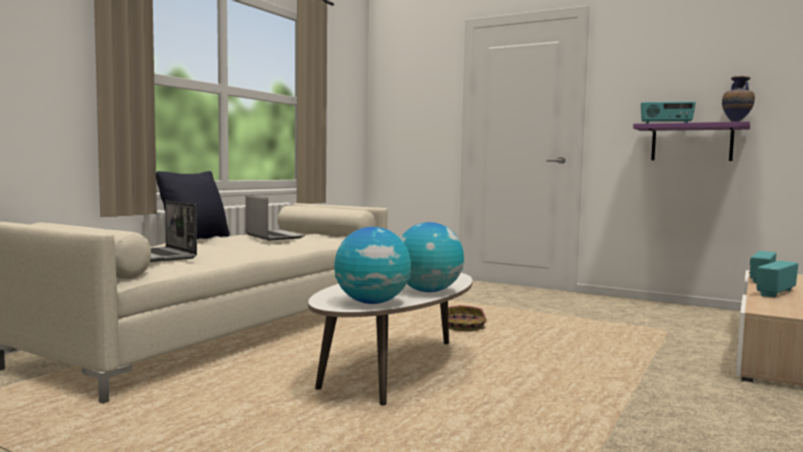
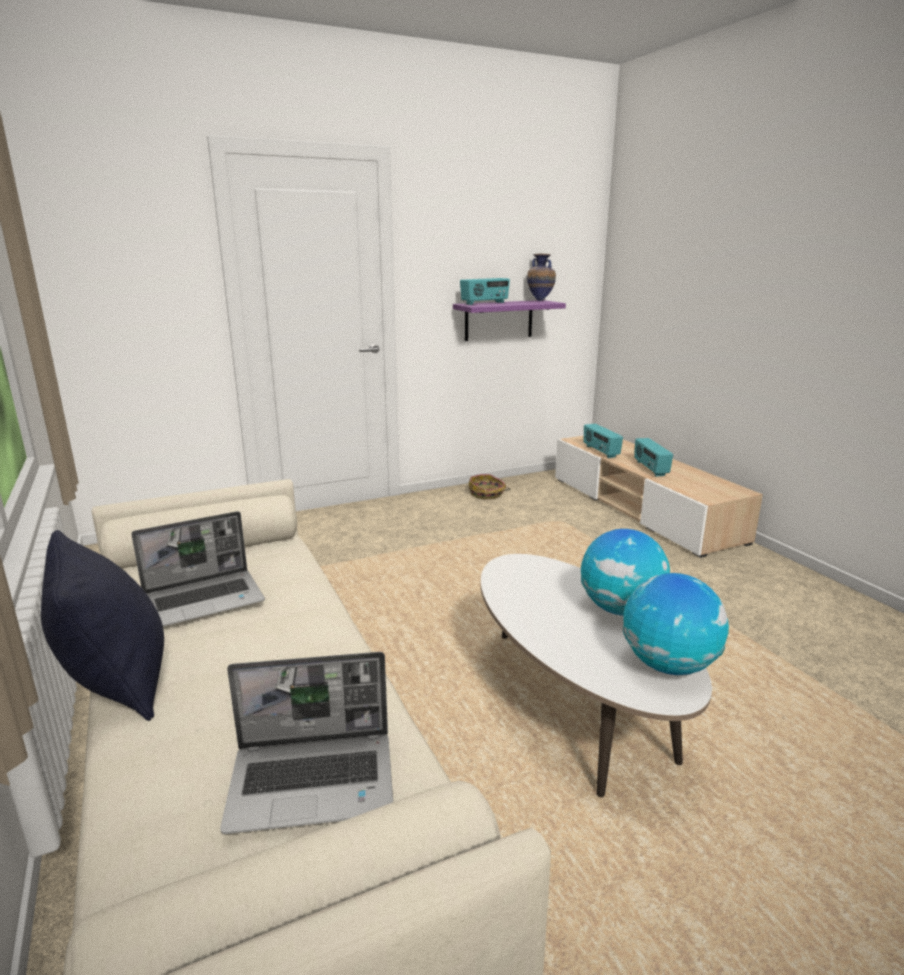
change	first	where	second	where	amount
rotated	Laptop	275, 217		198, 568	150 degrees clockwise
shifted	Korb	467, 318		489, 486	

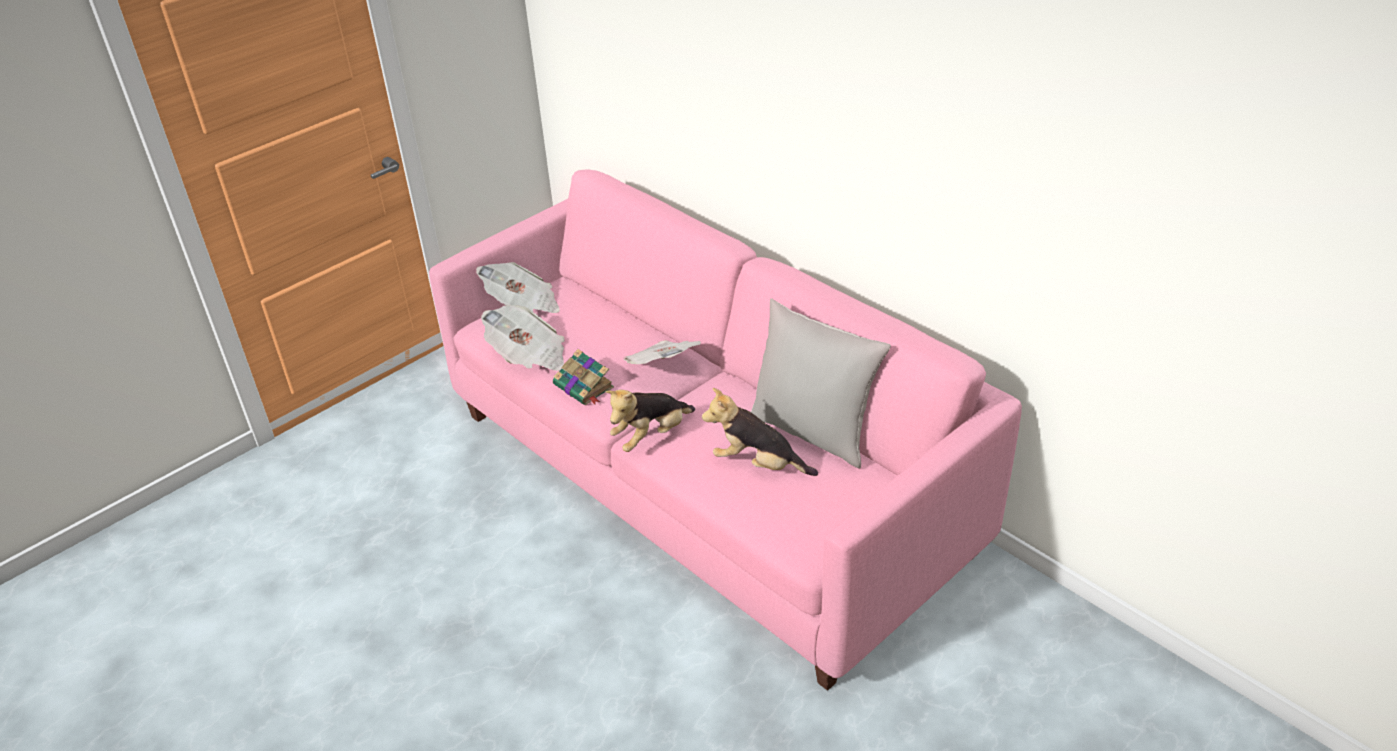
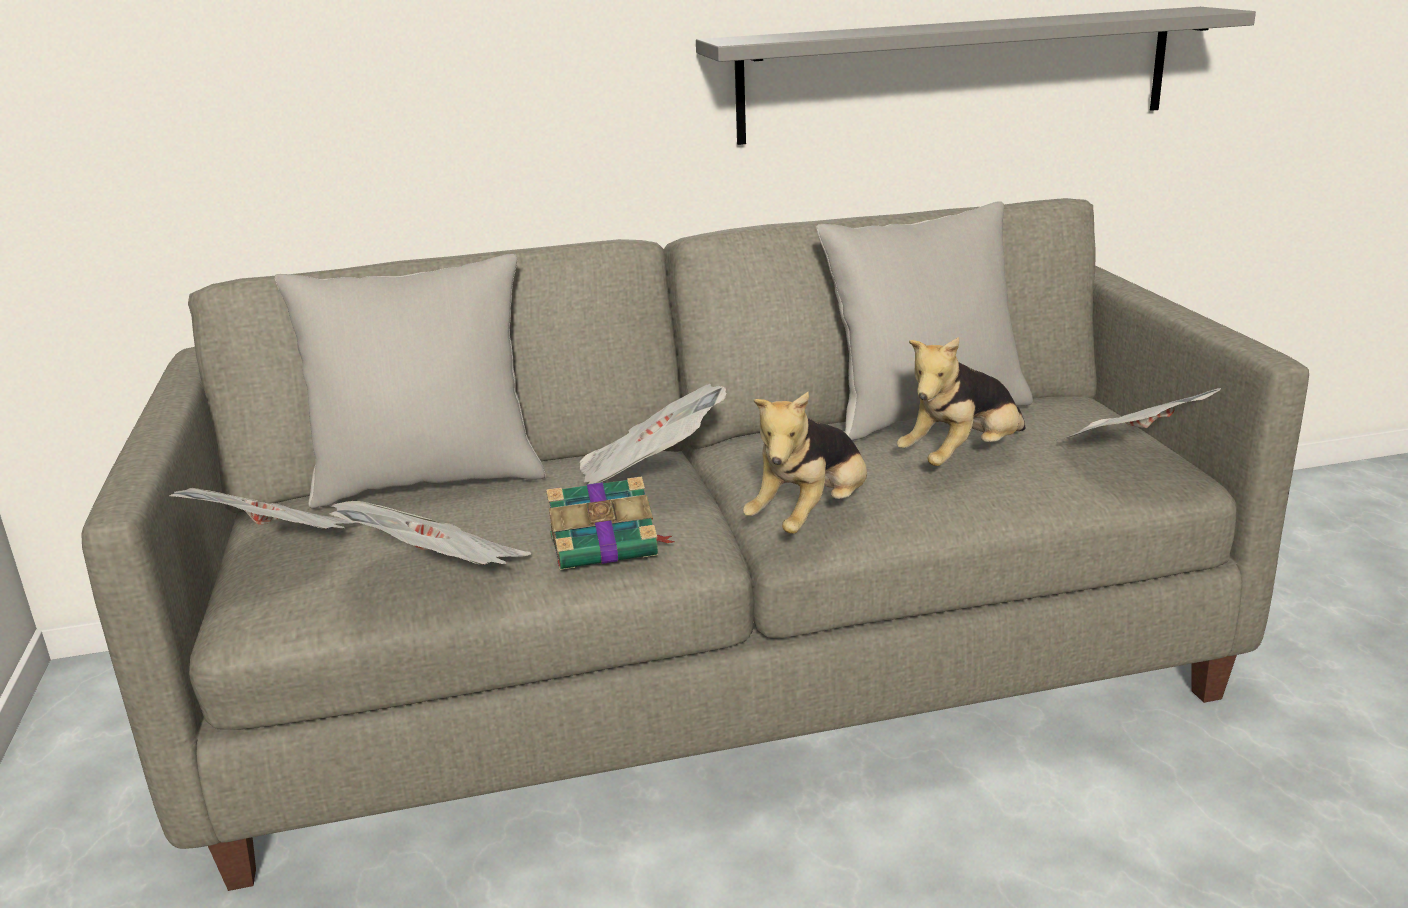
change	first	where	second	where	amount
repainted	Sofa/rosa	725, 430	Sofa/grau	695, 544	
new			Kissen/grau	410, 381	
new			Wandregal/grau	976, 76	
rotated	Plüschtier	650, 421		805, 463	45 degrees clockwise
new			Zeitung	1141, 413	

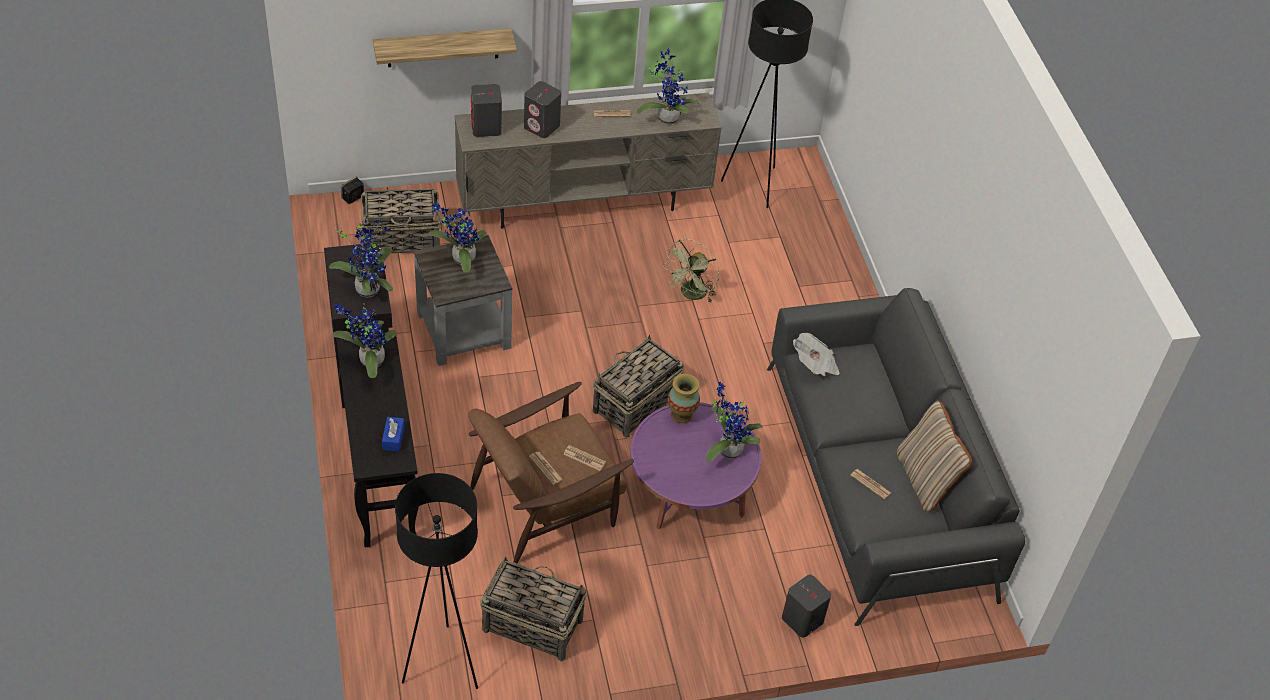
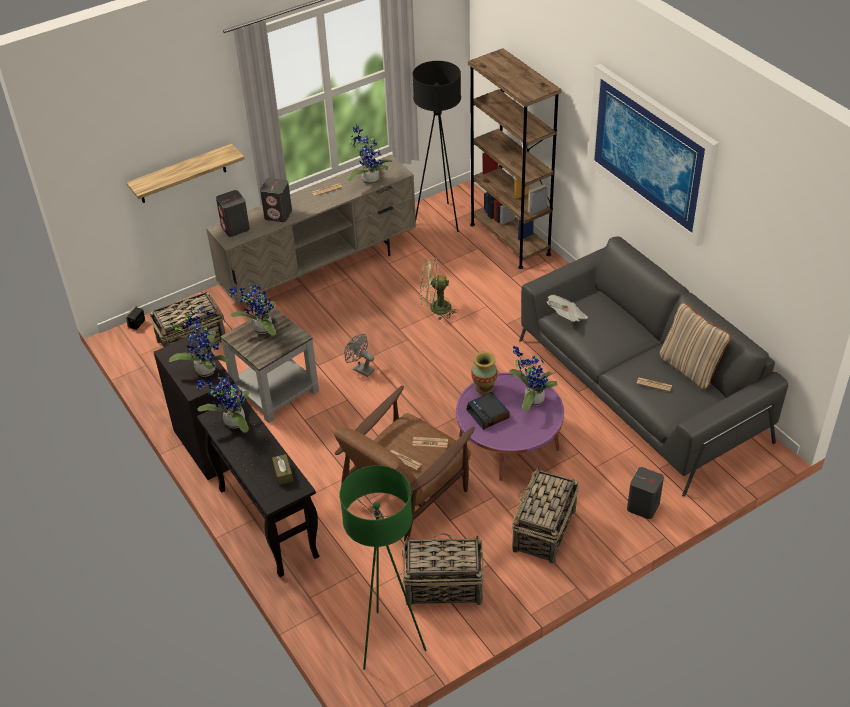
change	first	where	second	where	amount
repainted	Taschentuchbox/blau	393, 434	Taschentuchbox/braun	282, 469	
repainted	Stehlampe/schwarz	436, 581	Stehlampe/grün	383, 567	
new			Ventilator/grau	359, 355	
rotated	Ventilator/grün	691, 271		439, 289	75 degrees clockwise
new			Wecker	488, 411	
new			Bücherregal/braun	515, 158	
shifted	Korb	638, 386		545, 515	
new			Bild	653, 155	

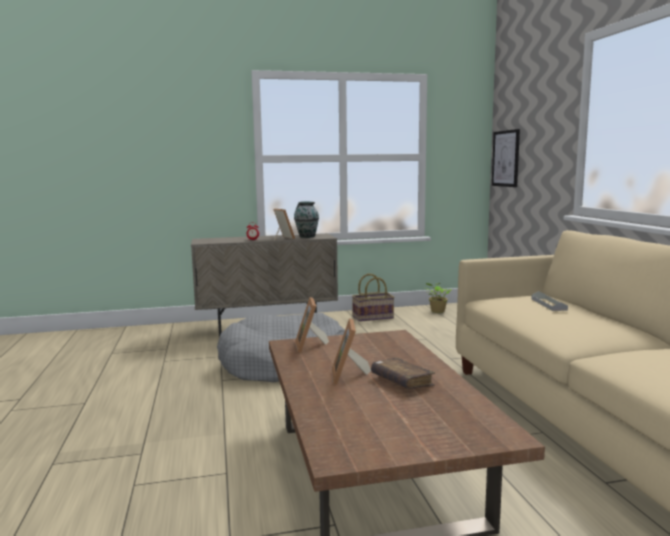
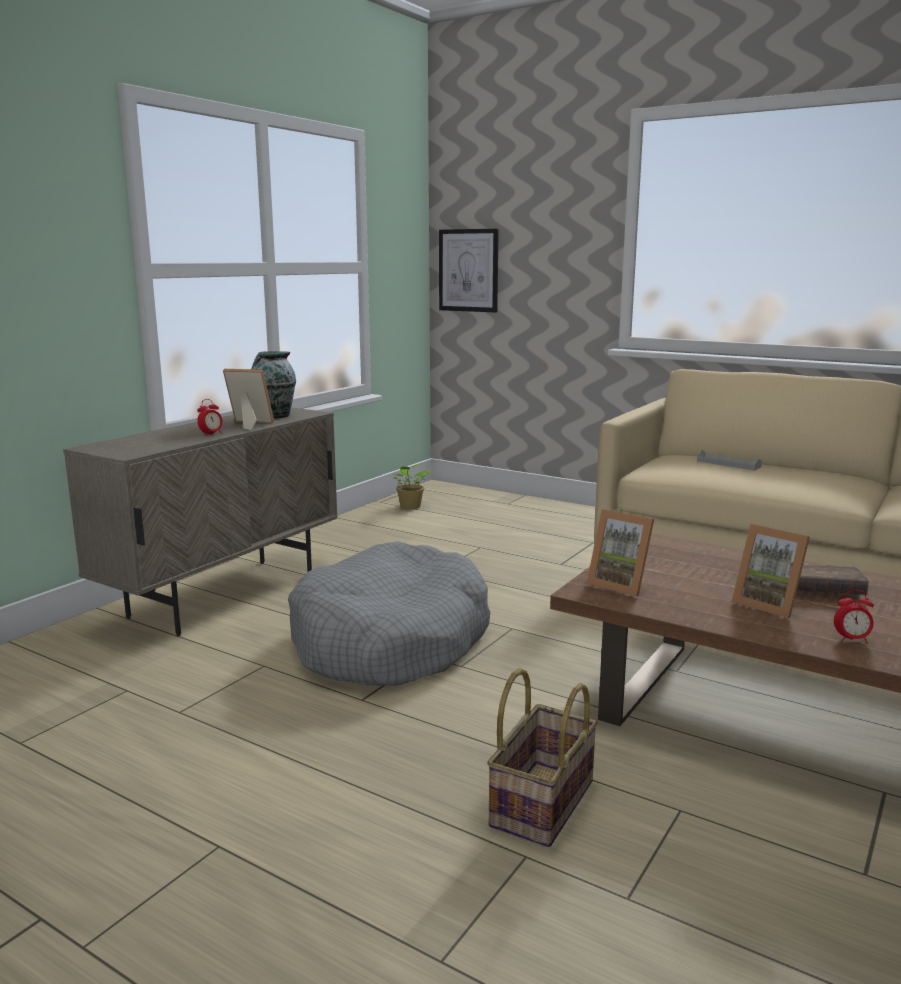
change	first	where	second	where	amount
shifted	Korb	373, 298		542, 757	
new			Wecker	854, 617	

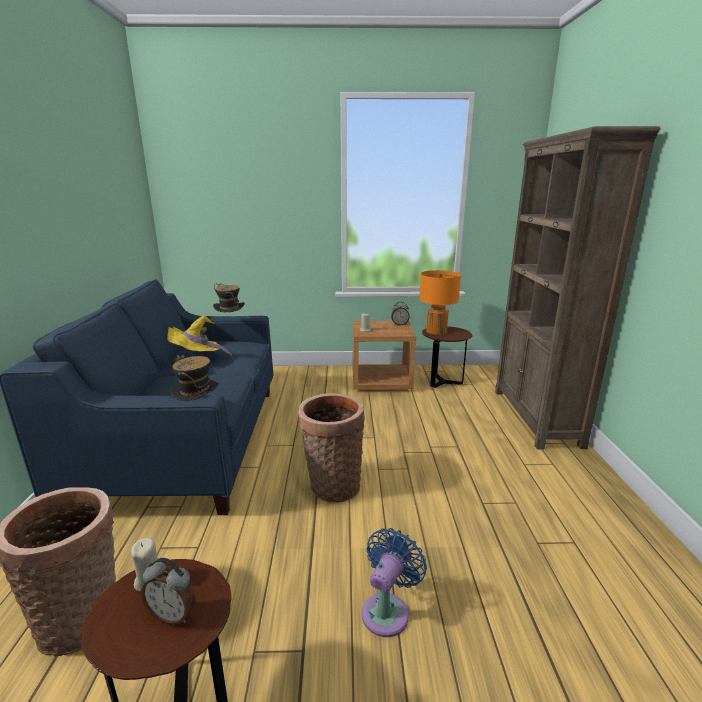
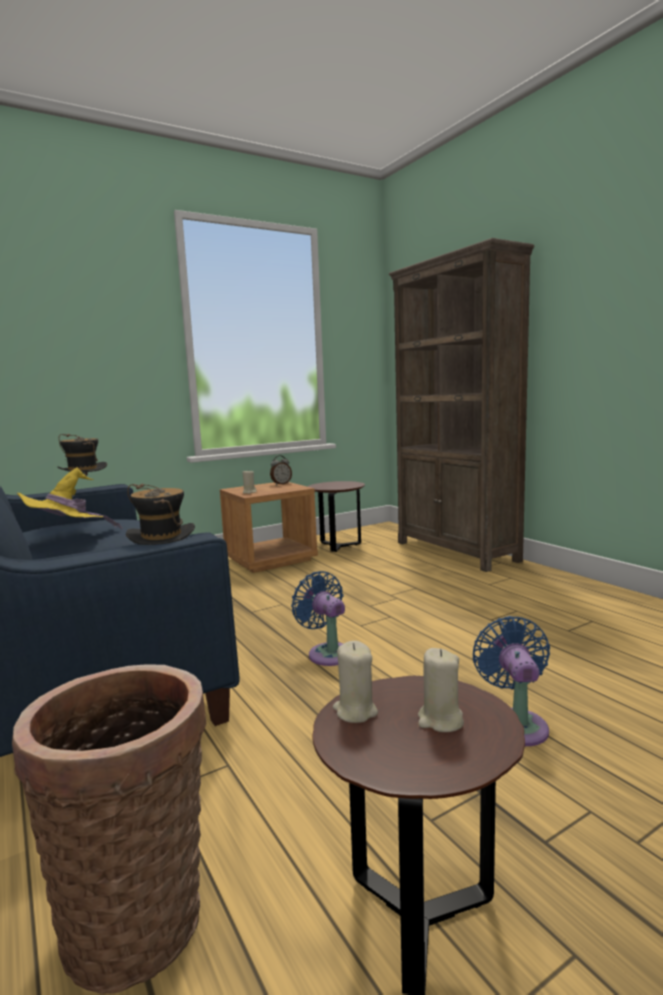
change	first	where	second	where	amount
swapped	Korb	331, 447	Ventilator/blau	318, 618	
swapped	Wecker	168, 591	Kerze/beige	441, 690	
gone	Tischlampe/orange	440, 302			

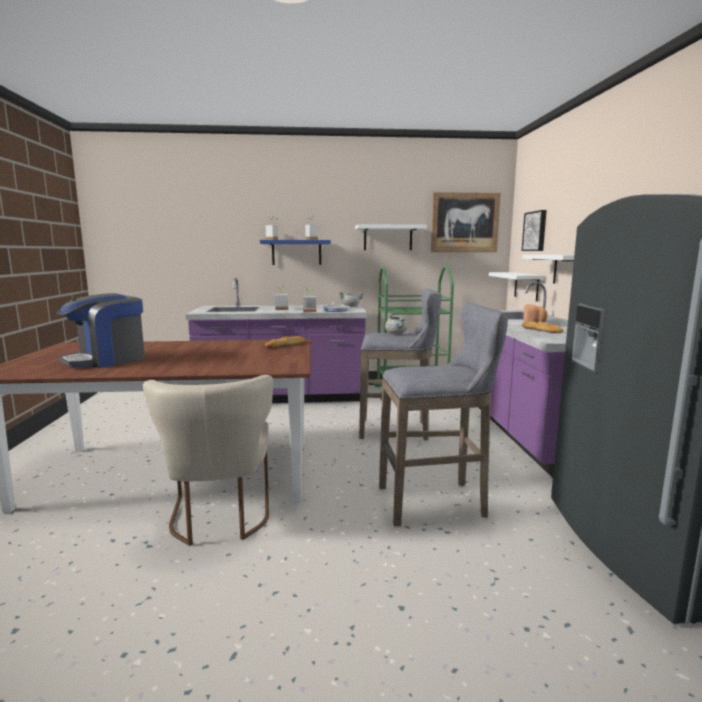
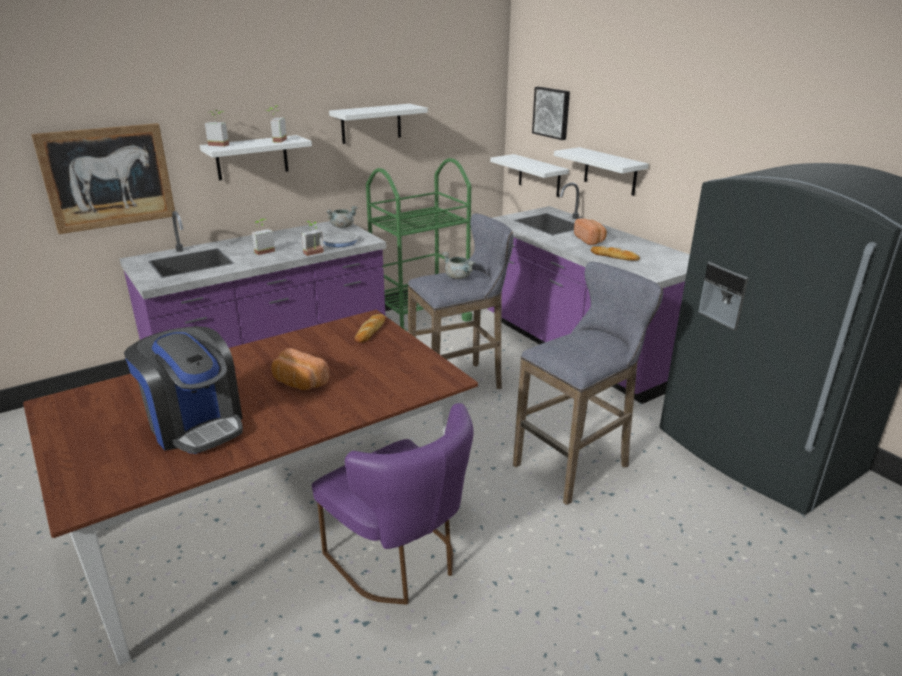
change	first	where	second	where	amount
shifted	Bild	466, 222		103, 178	
rotated	Kaffeemaschine	100, 330		183, 390	60 degrees counterclockwise
repainted	Wandregal/blau	295, 252	Wandregal/weiß	256, 157	
new			Brot	300, 369	
repainted	Stuhl/beige	208, 460	Stuhl/lila	392, 504	

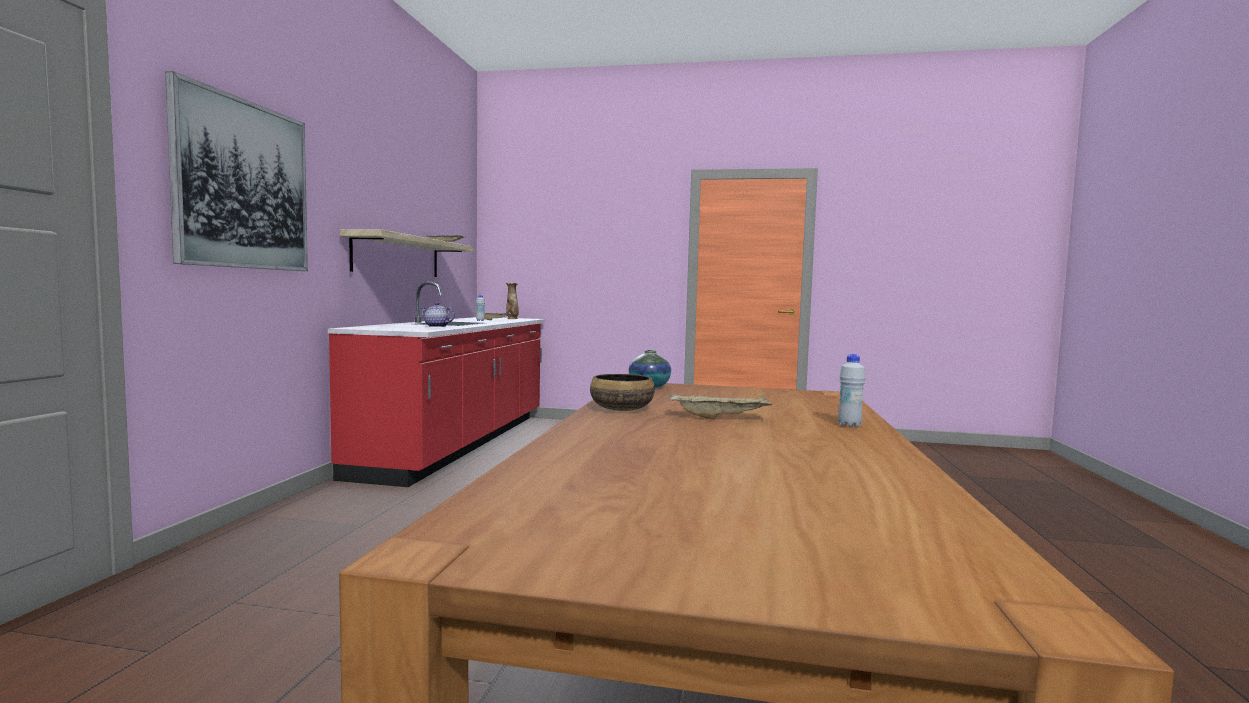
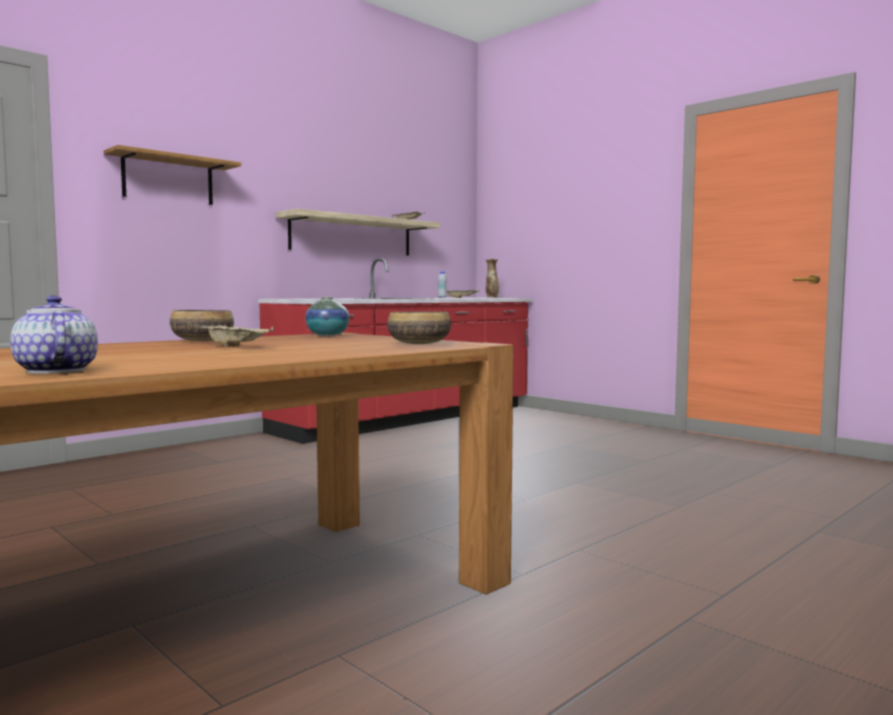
change	first	where	second	where	amount
shifted	Teekanne	437, 315		54, 335	
swapped	Bild	236, 171	Wandregal	172, 175	
new			Schüssel	419, 327	
gone	Flasche/weiß	851, 390			

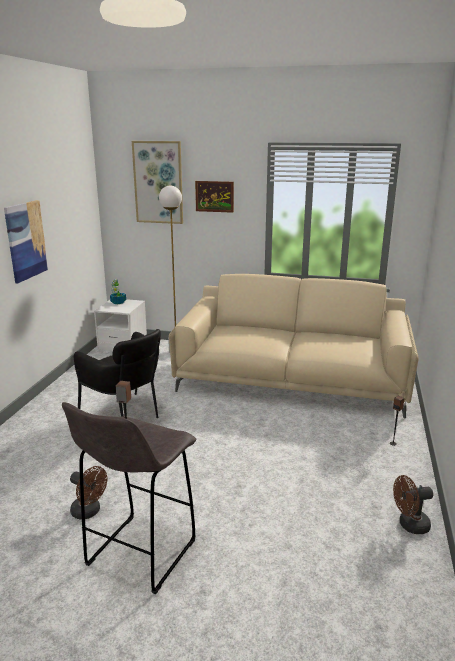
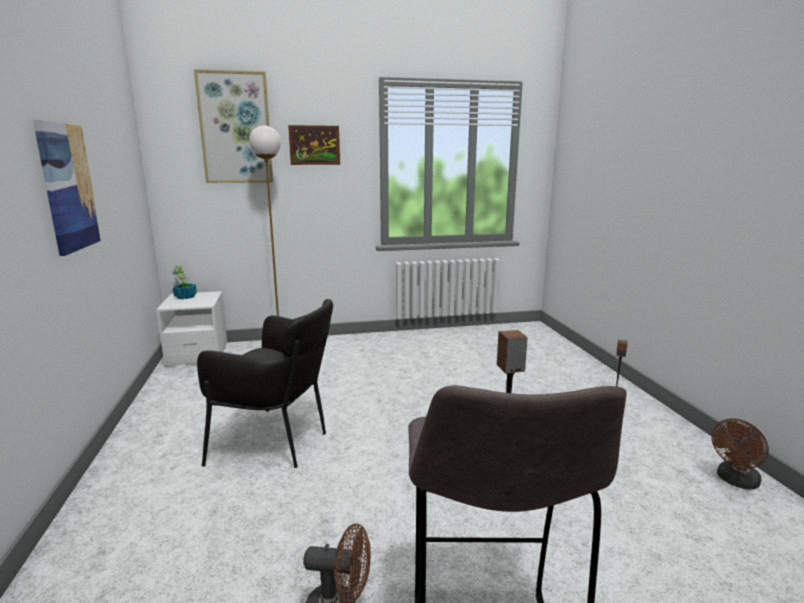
change	first	where	second	where	amount
gone	Sofa/beige	294, 346			

